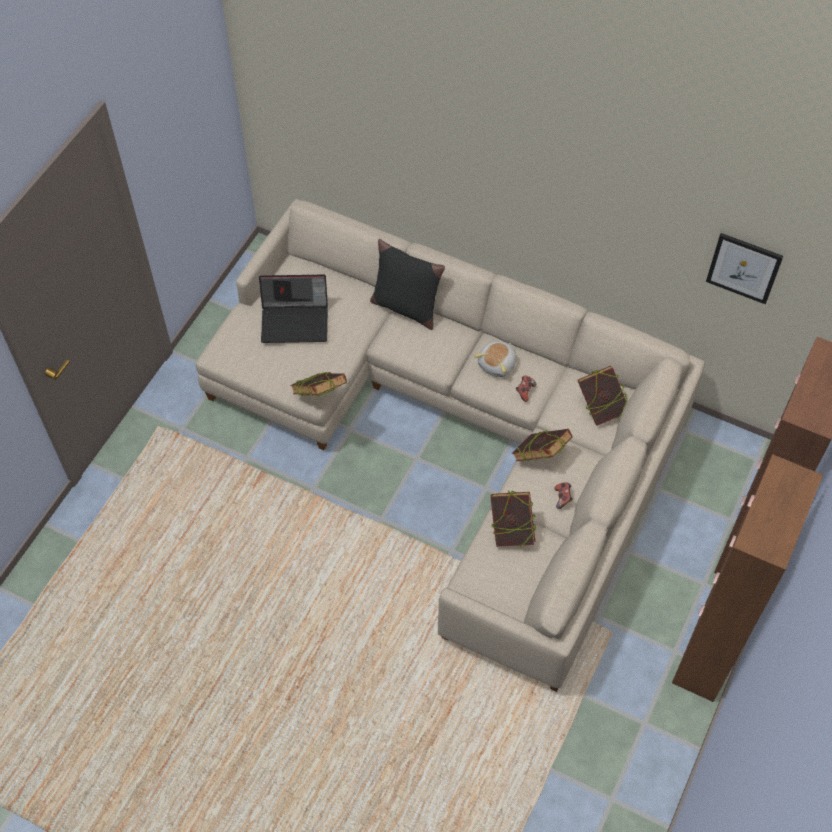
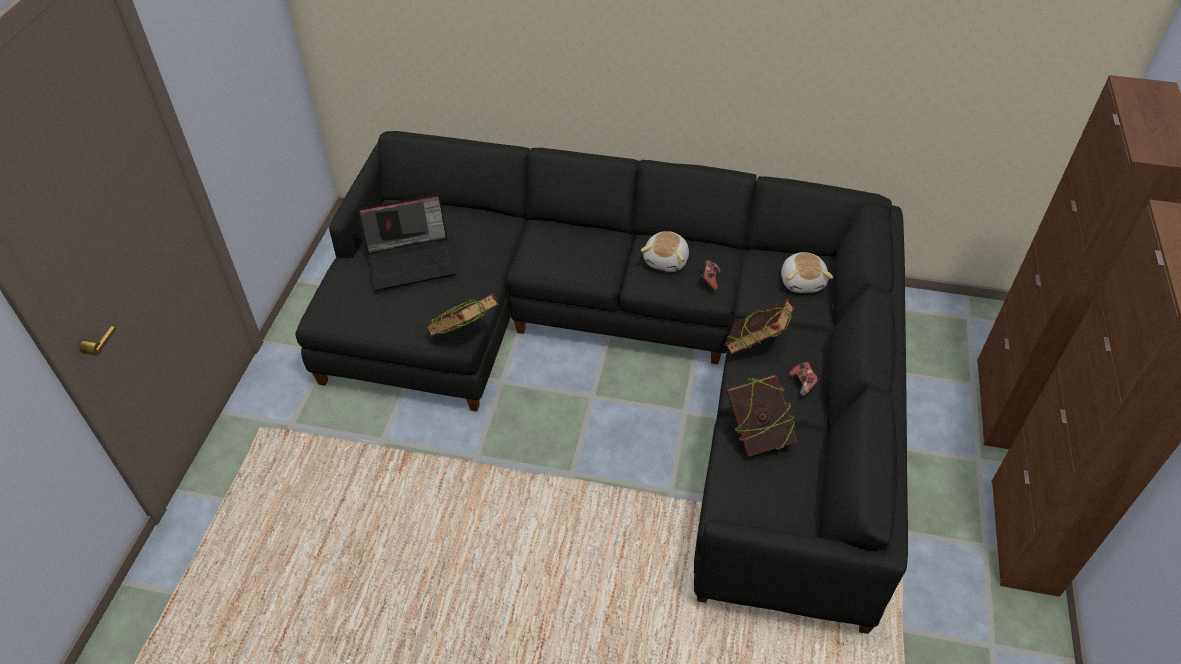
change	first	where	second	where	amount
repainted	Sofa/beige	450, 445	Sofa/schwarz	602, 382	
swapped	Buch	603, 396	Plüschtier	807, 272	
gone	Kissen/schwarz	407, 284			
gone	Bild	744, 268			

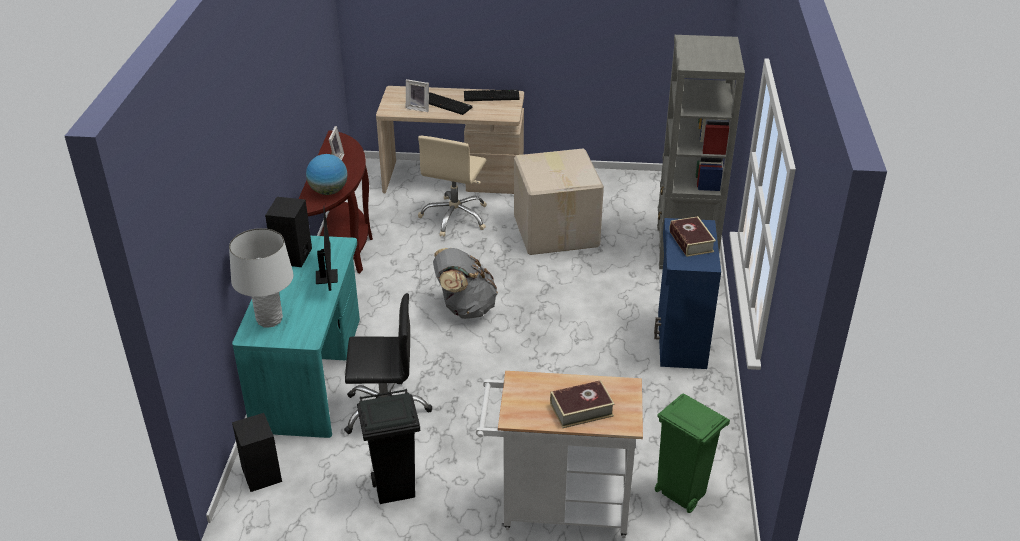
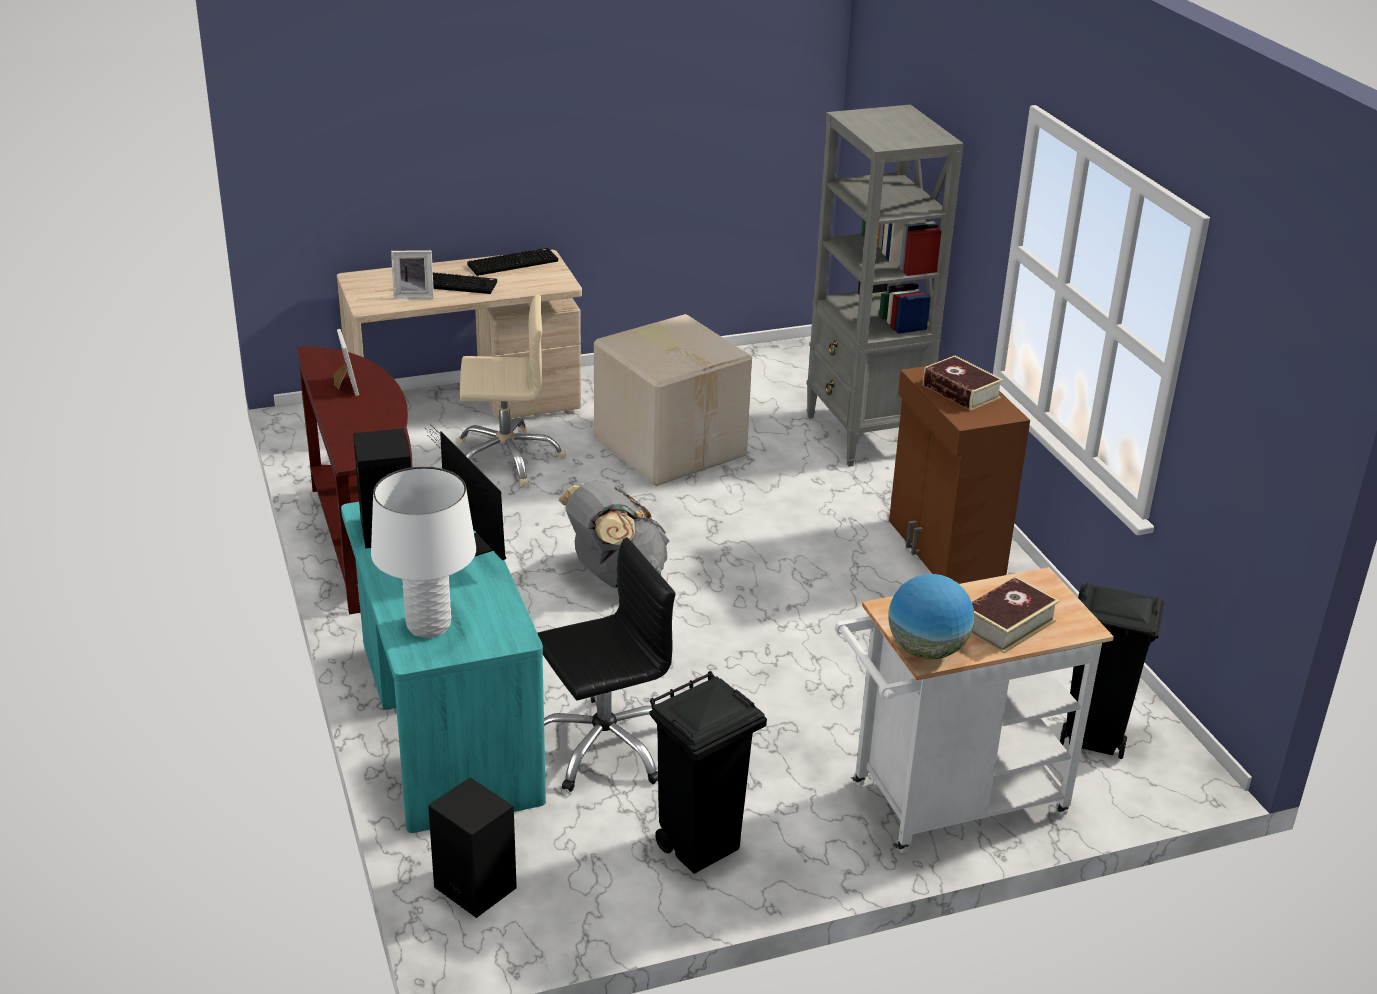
change	first	where	second	where	amount
rotated	Bürostuhl/beige	452, 186		511, 390	90 degrees counterclockwise
shifted	Globus	327, 174		931, 616	
repainted	Schrank/blau	687, 293	Schrank/braun	959, 472	
repainted	Mülleimer/grün	692, 453	Mülleimer/schwarz	1112, 671	

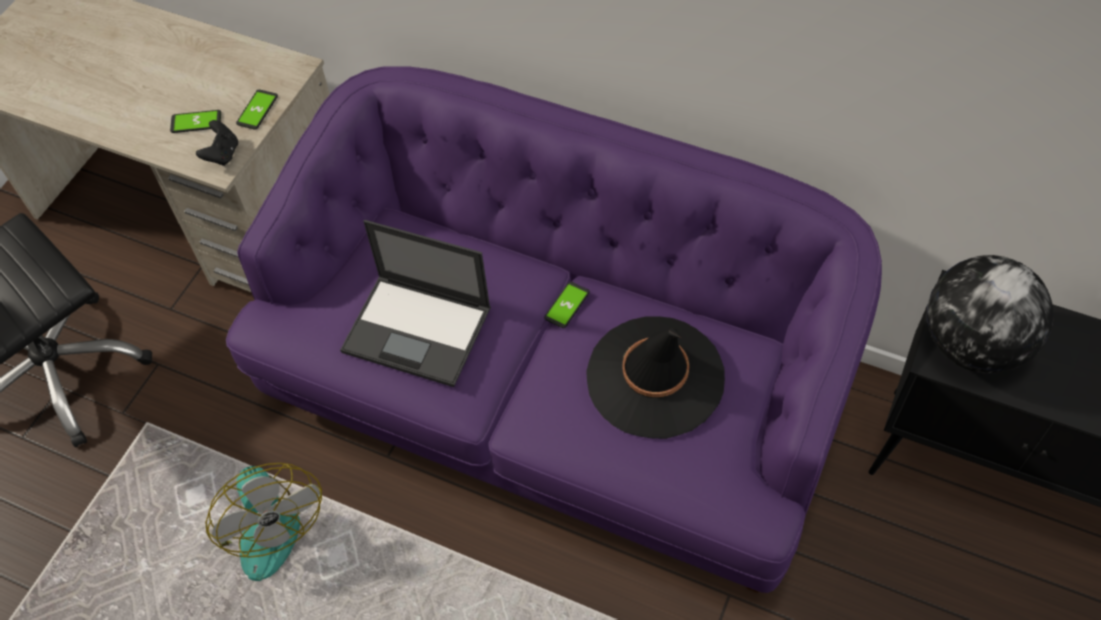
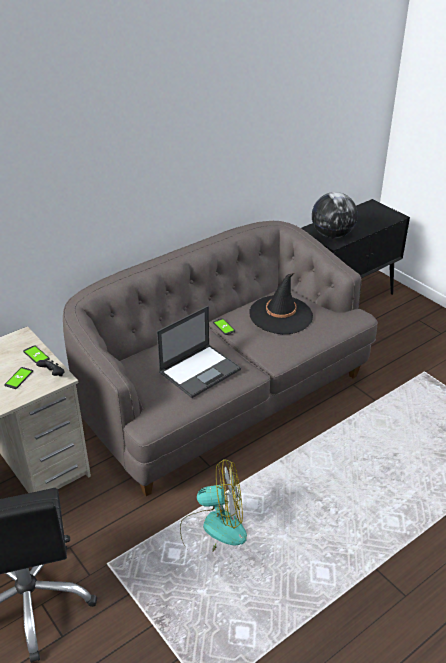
change	first	where	second	where	amount
repainted	Sofa/lila	554, 329	Sofa/grau	220, 358	

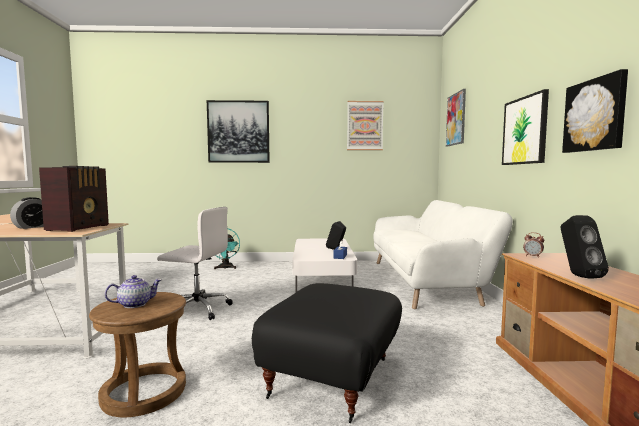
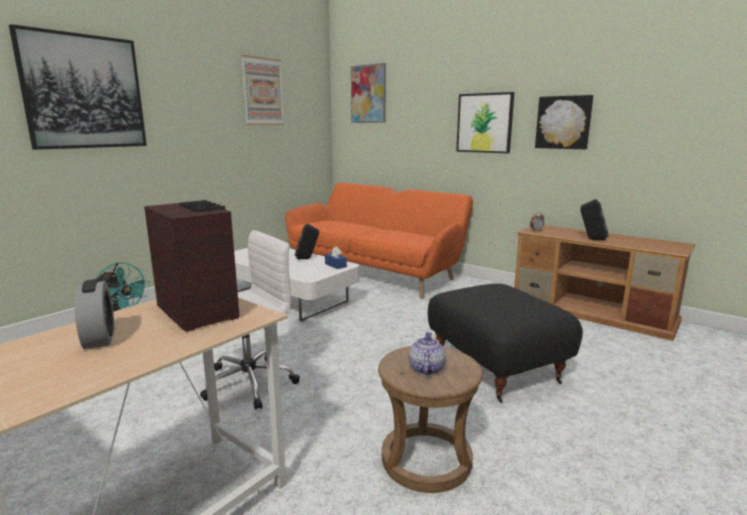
change	first	where	second	where	amount
repainted	Sofa/weiß	443, 255	Sofa/orange	379, 241	

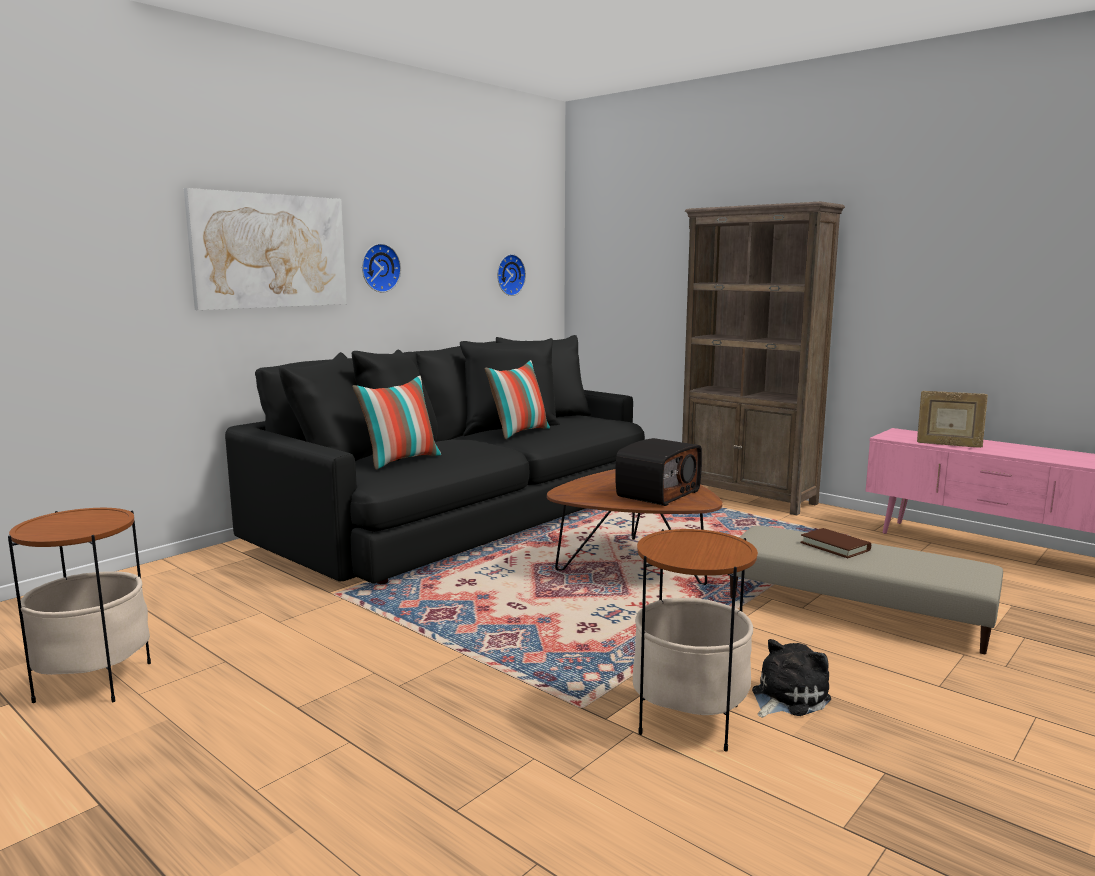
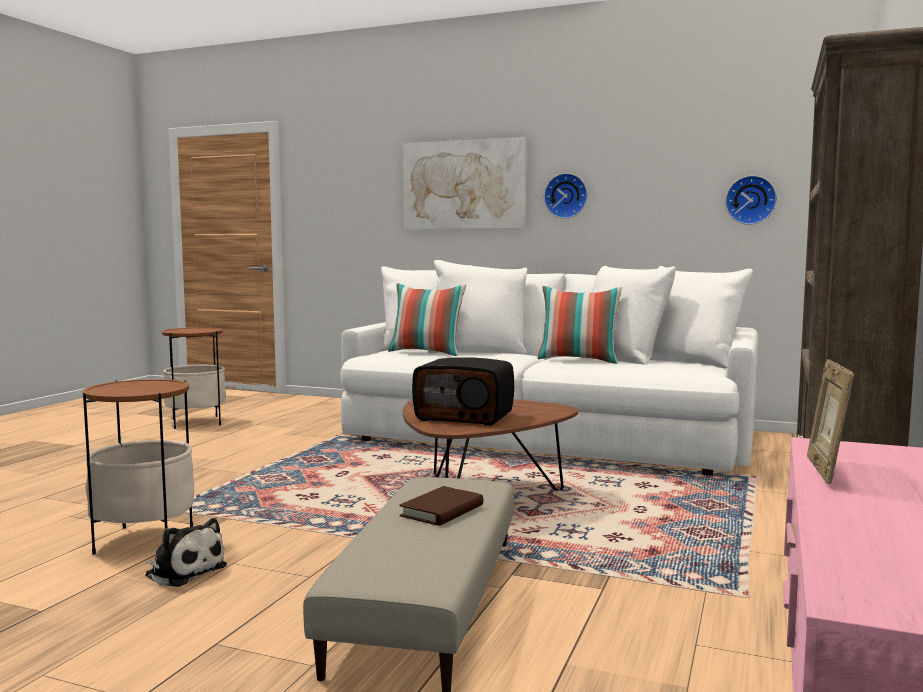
change	first	where	second	where	amount
repainted	Sofa/schwarz	435, 459	Sofa/weiß	549, 367	

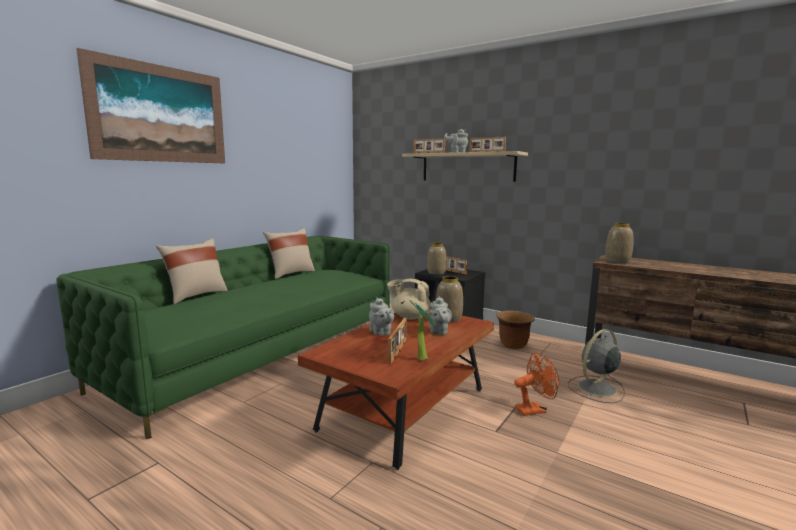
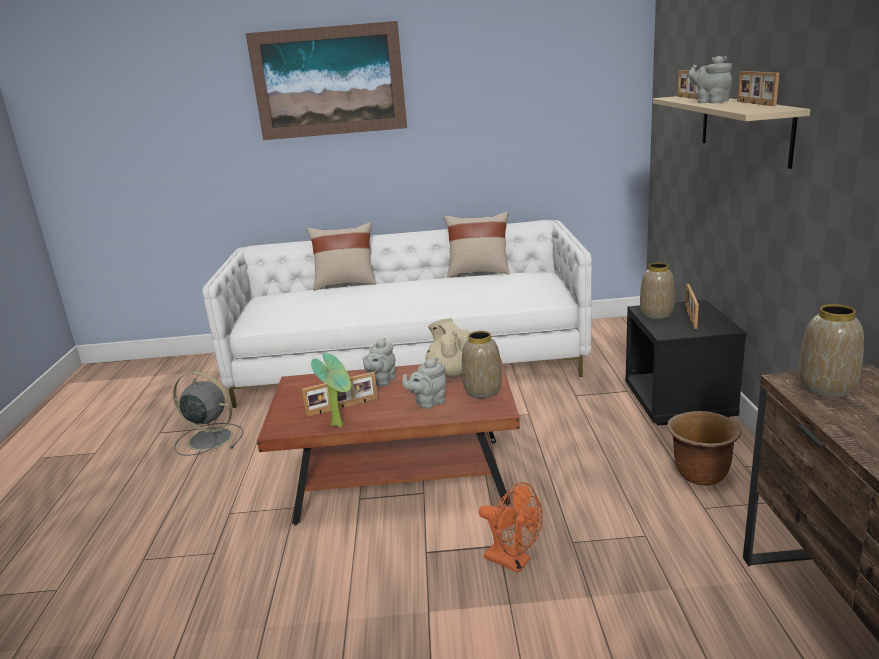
change	first	where	second	where	amount
shifted	Ventilator/grau	596, 366		208, 414	
repainted	Sofa/grün	223, 337	Sofa/weiß	397, 314	

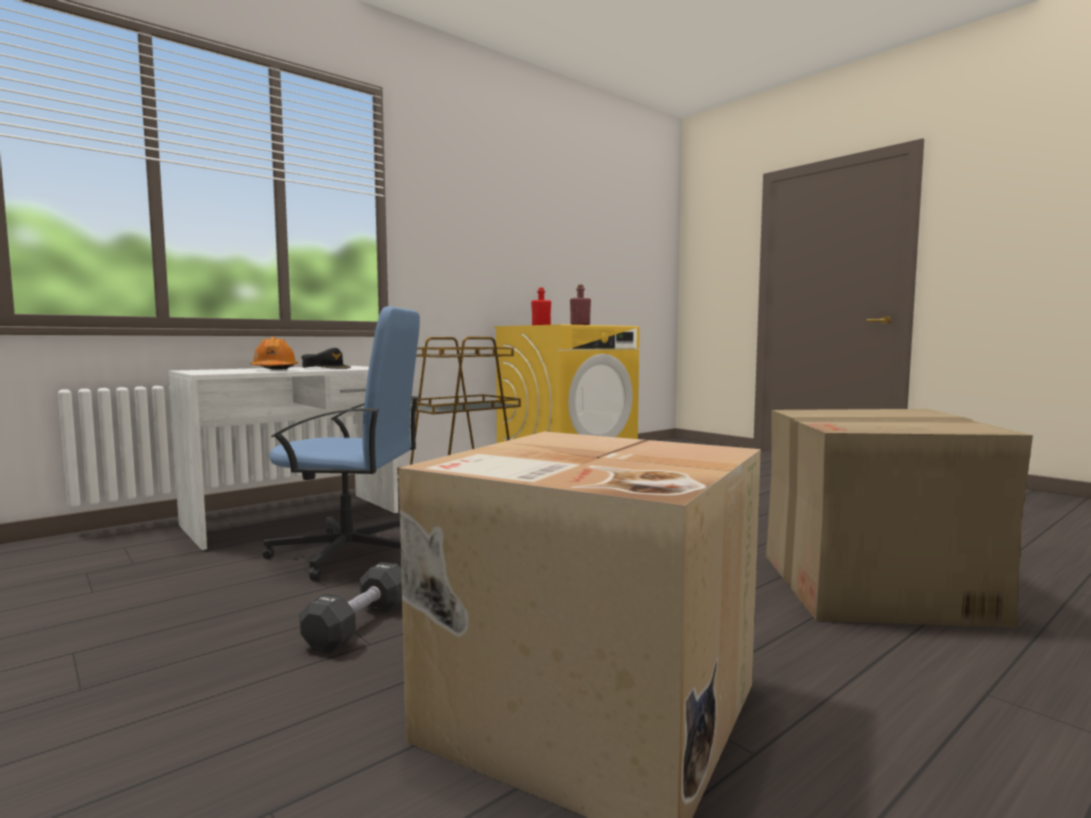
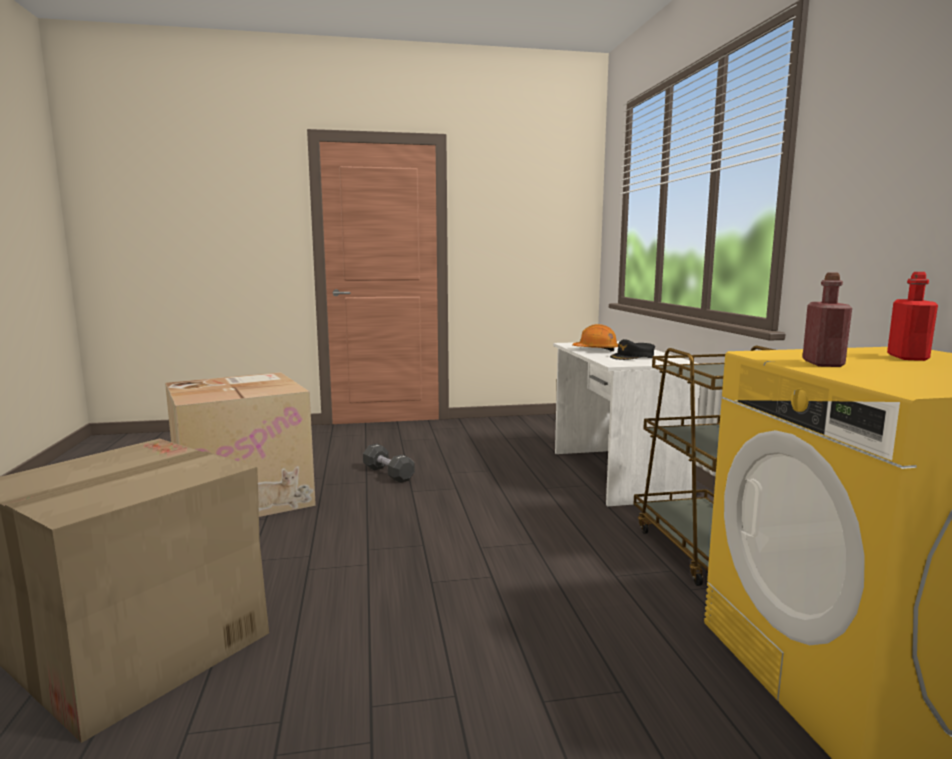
change	first	where	second	where	amount
gone	Bürostuhl/blau	341, 443			

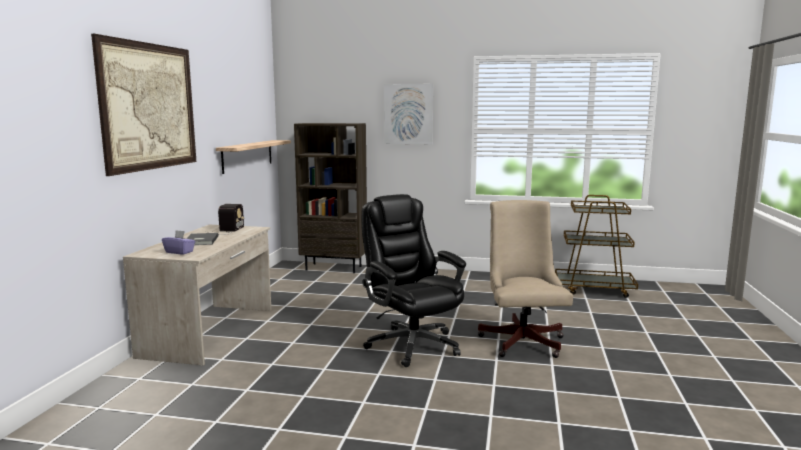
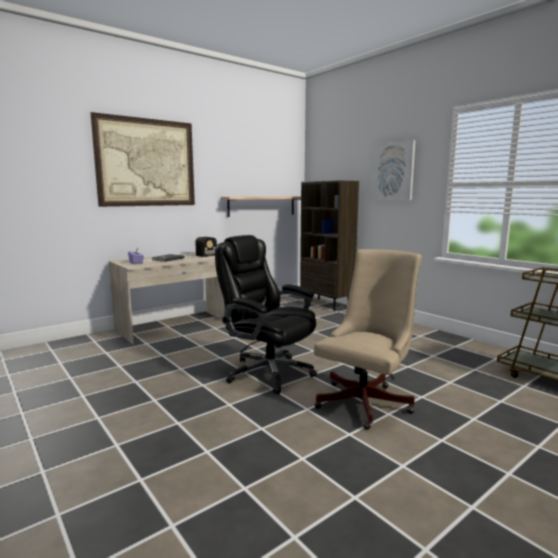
change	first	where	second	where	amount
rotated	Bürostuhl/schwarz	414, 280		266, 315	60 degrees counterclockwise

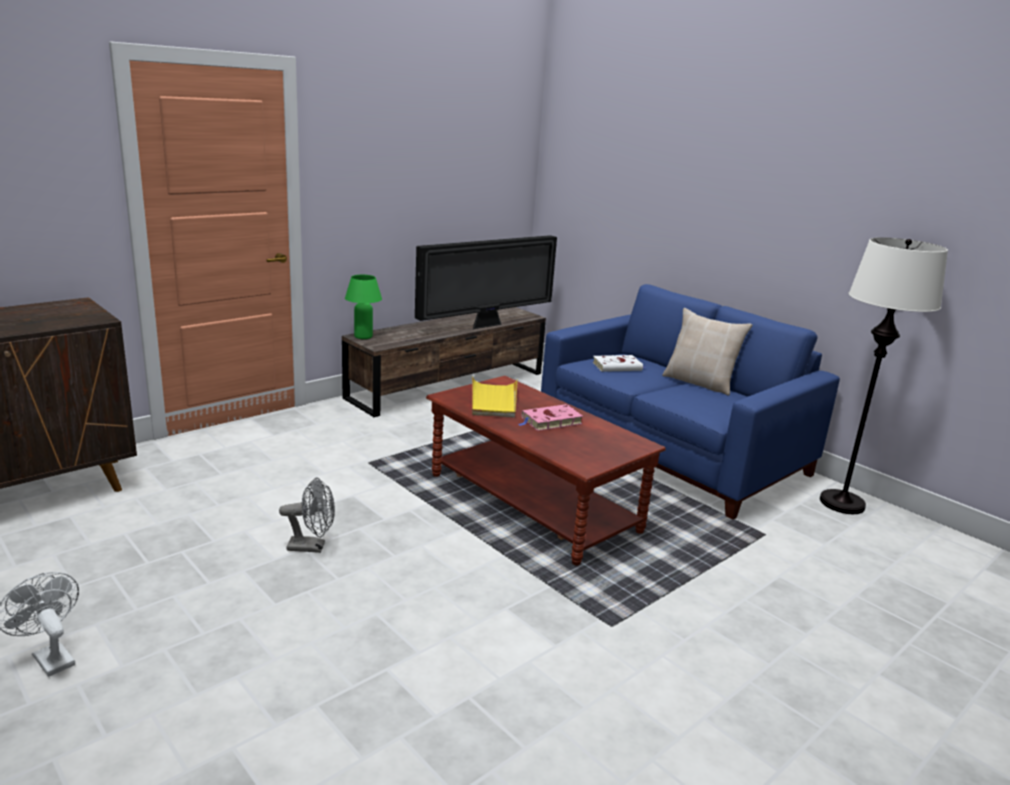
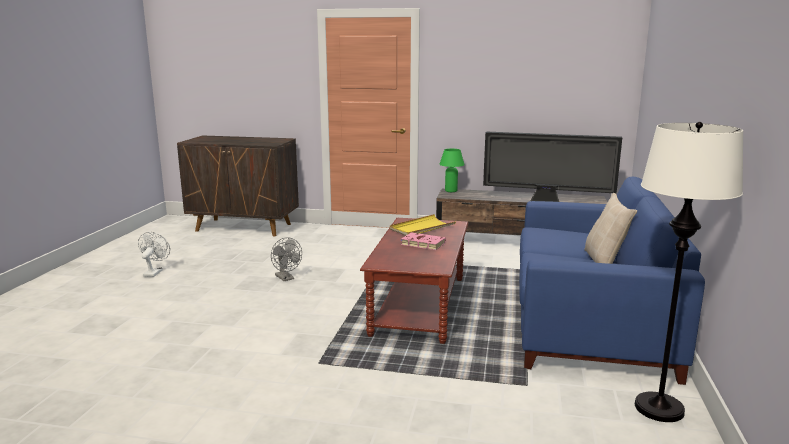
change	first	where	second	where	amount
gone	Buch/weiß	619, 363			

